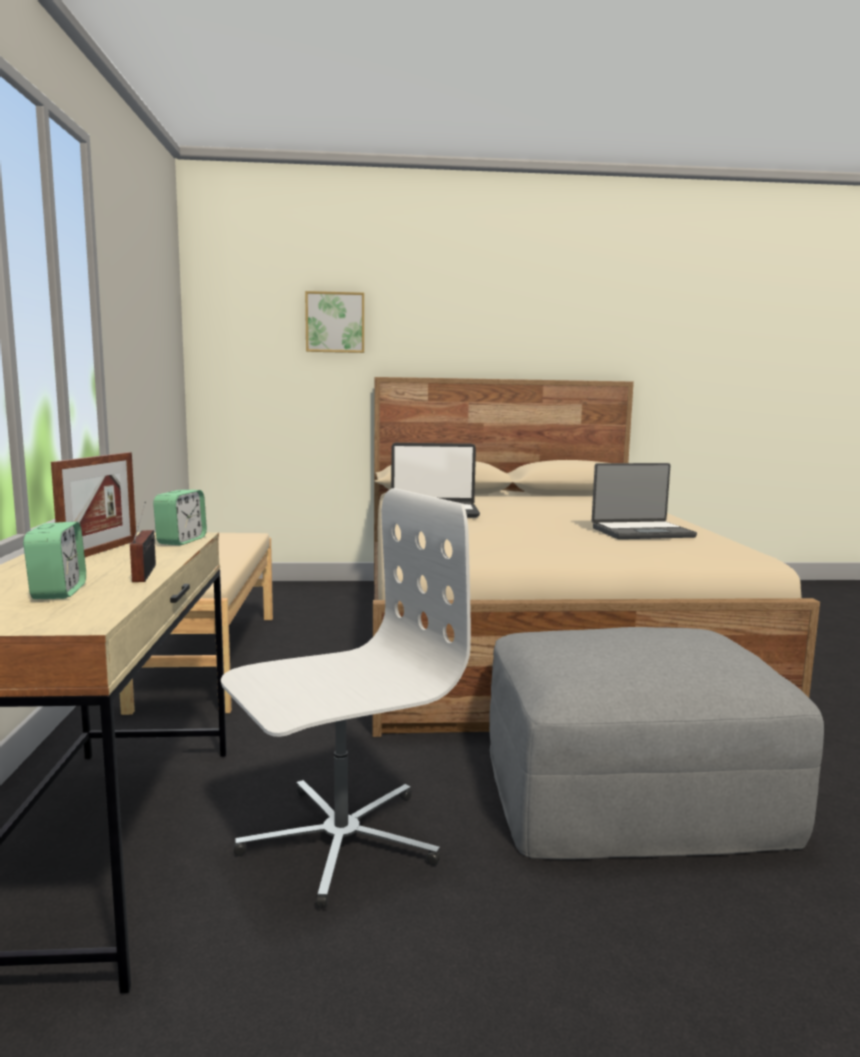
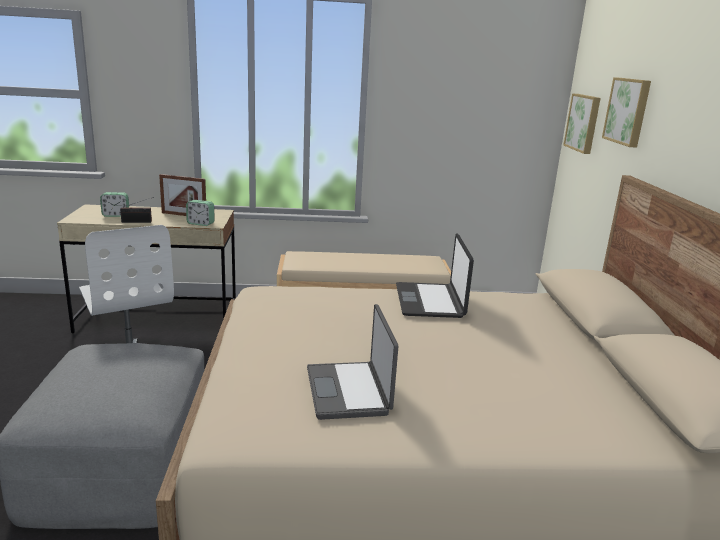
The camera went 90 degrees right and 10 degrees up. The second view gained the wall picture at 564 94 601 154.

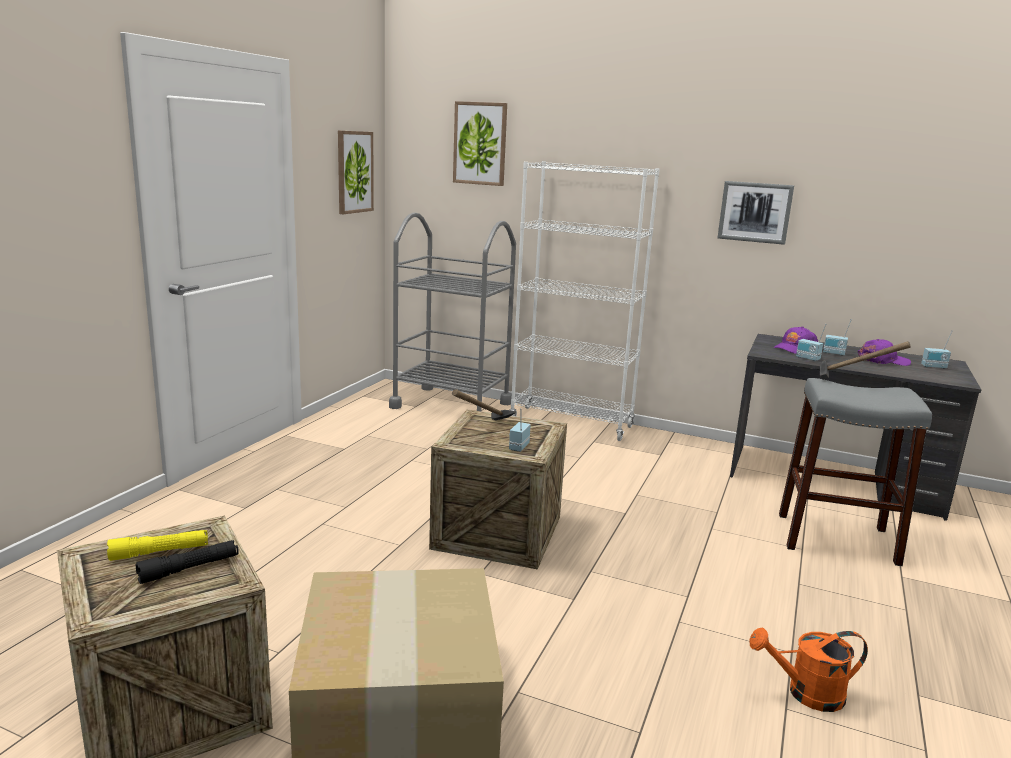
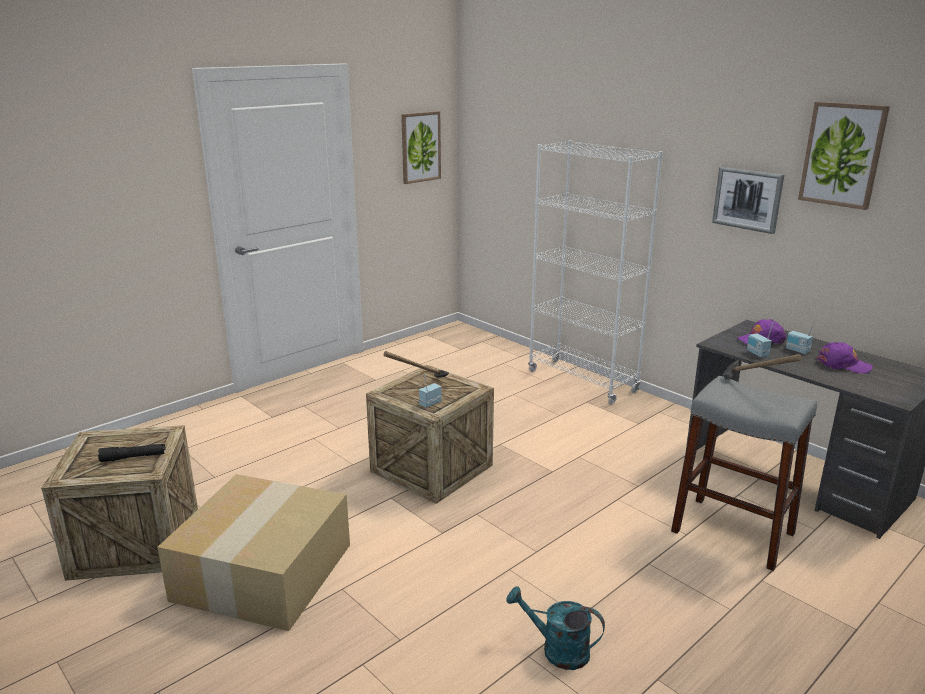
The camera went 25 degrees right and 5 degrees up. The second view lost the yellow-coloured torch at 107 530 208 561. The second view lost the gray wheeled cart at 389 212 516 411. The second view lost the radio set at 921 330 952 369. The wall picture ended up elsewhere, having gone from 453 101 507 186 to 798 102 890 210. What was the orange-coloured watering can at 750 628 868 712 turned into the blue-green watering can at 506 586 605 670.

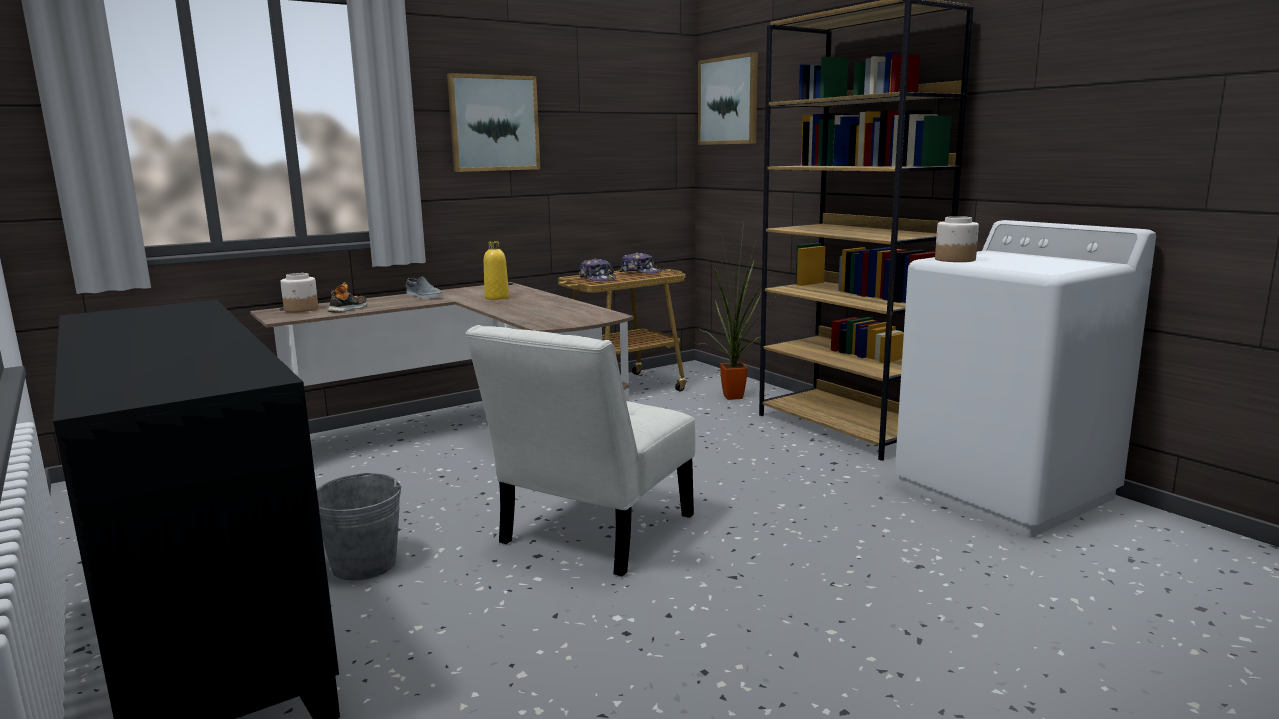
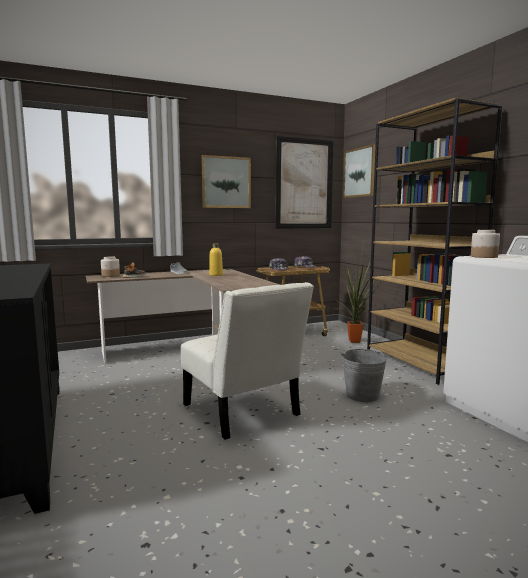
The camera went 10 degrees right and 5 degrees down. The second view gained the wall picture at 276 136 334 229. The gray water bucket ended up elsewhere, having gone from 317 473 401 580 to 341 349 387 402. The white upright chair at 465 325 696 577 ended up facing another way, 75 degrees counterclockwise from before.

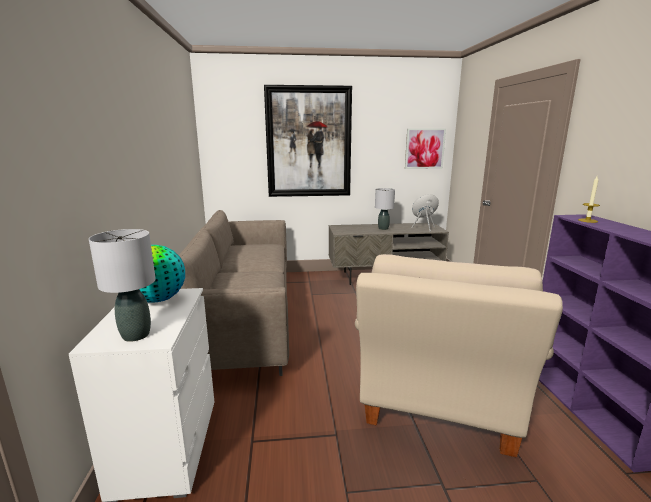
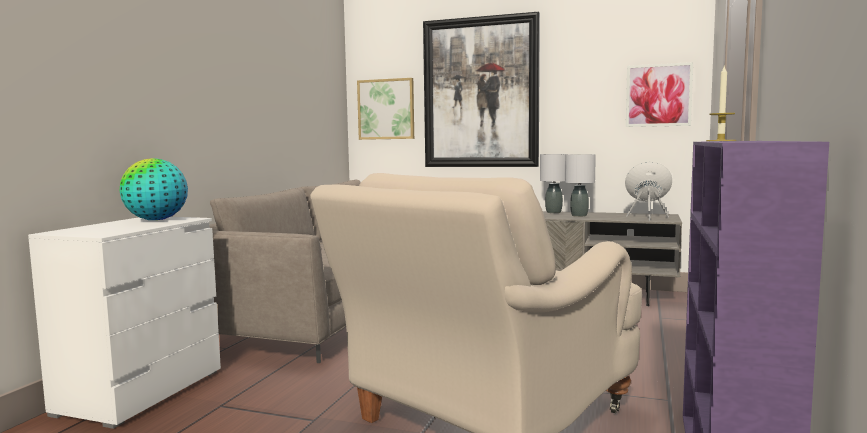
The camera went 25 degrees right and 10 degrees down. The second view gained the wall picture at 357 78 414 140. The gray lamp for a table ended up elsewhere, having gone from 89 229 156 342 to 540 154 567 213.

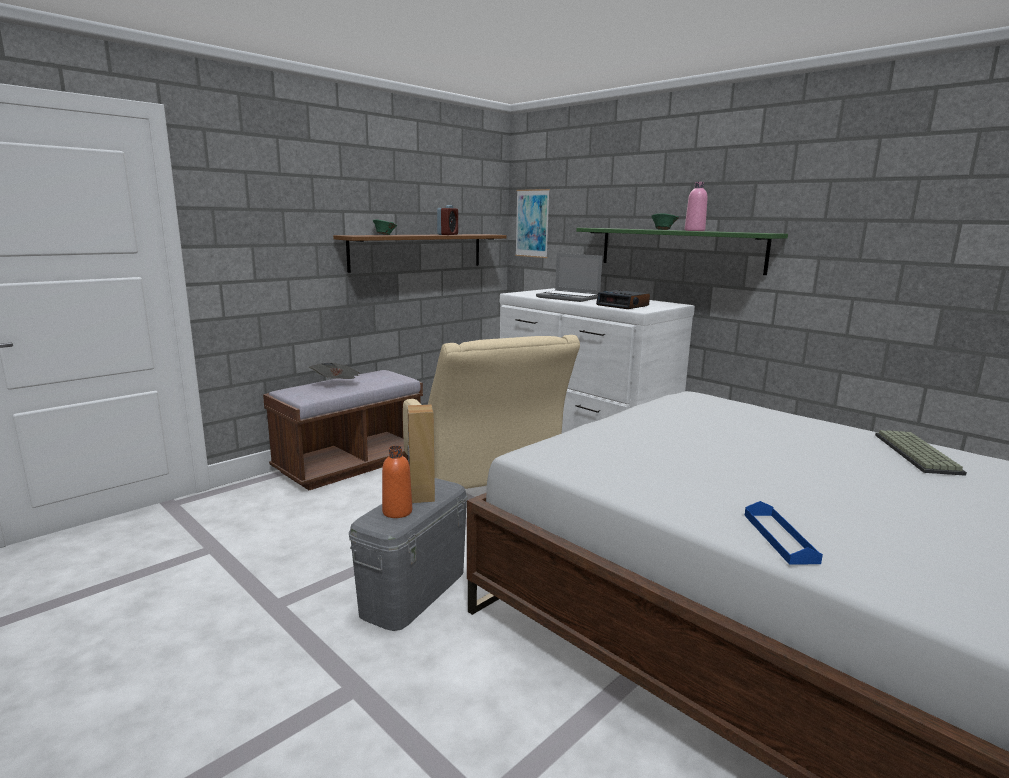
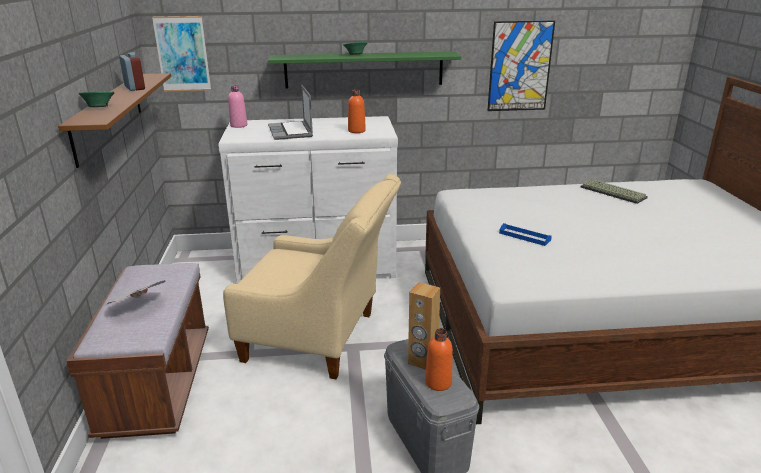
The camera went 50 degrees left and 10 degrees up. The second view gained the wall picture at 487 21 555 111. The pink beverage bottle ended up elsewhere, having gone from 685 182 707 231 to 228 85 247 128. The bluish carrying tray ended up elsewhere, having gone from 744 501 823 565 to 499 223 552 246. Where the bedside clock stood at 596 290 650 309, the orange-coloured beverage bottle came to stand at 348 89 366 133. The portable computer at 536 253 603 302 ended up facing another way, 90 degrees clockwise from before.

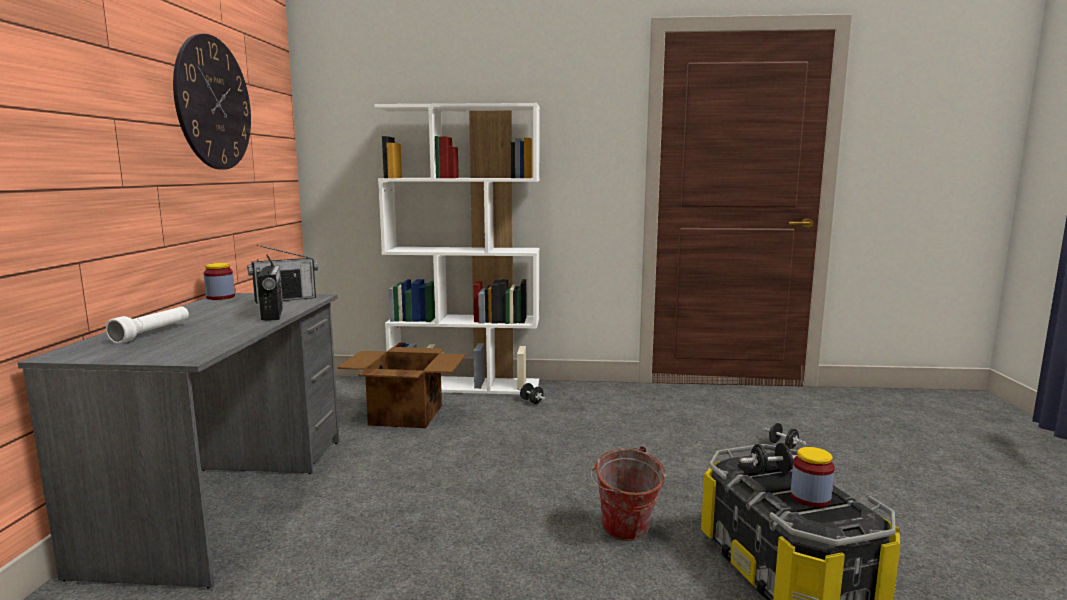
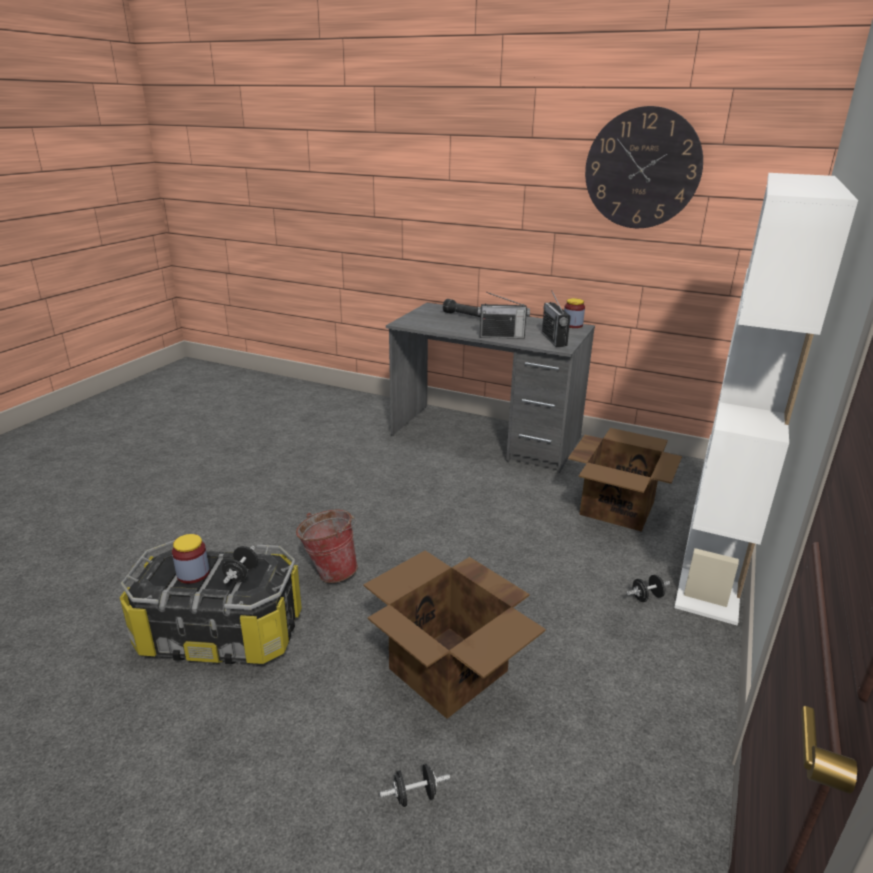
The camera went 110 degrees right and 15 degrees up. The second view gained the carton at 363 550 546 719. What was the white torch at 106 307 189 344 turned into the black-coloured torch at 443 299 481 317.

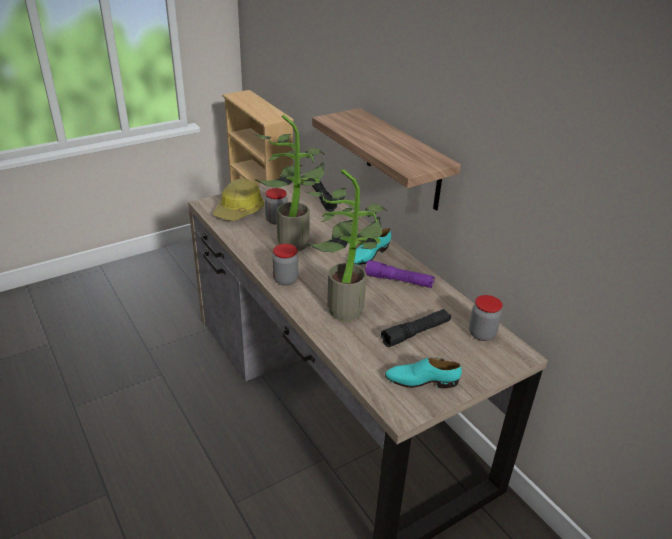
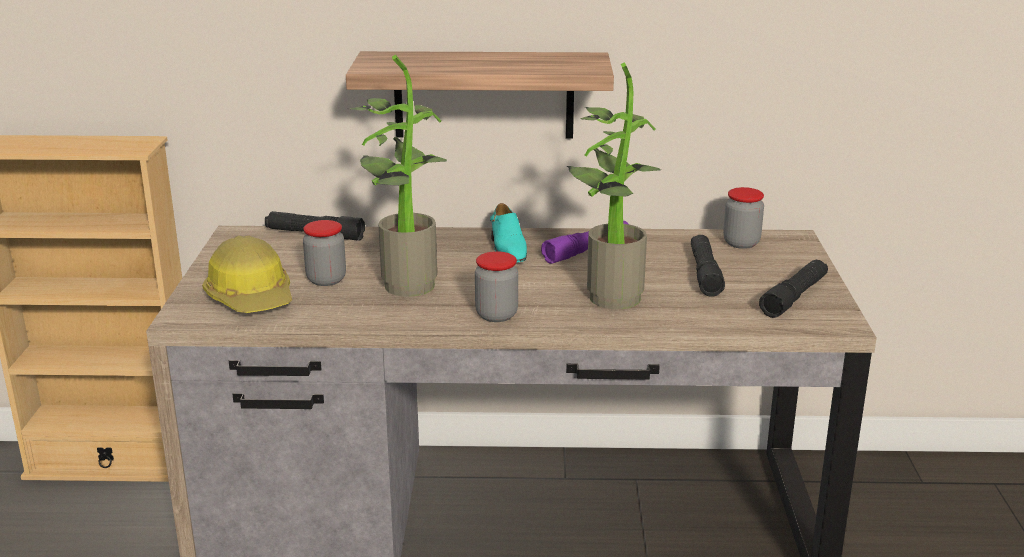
The camera went 55 degrees left and 10 degrees down. Where the blue-green low shoe stood at 385 357 462 388, the black-coloured torch came to stand at 759 260 828 318.

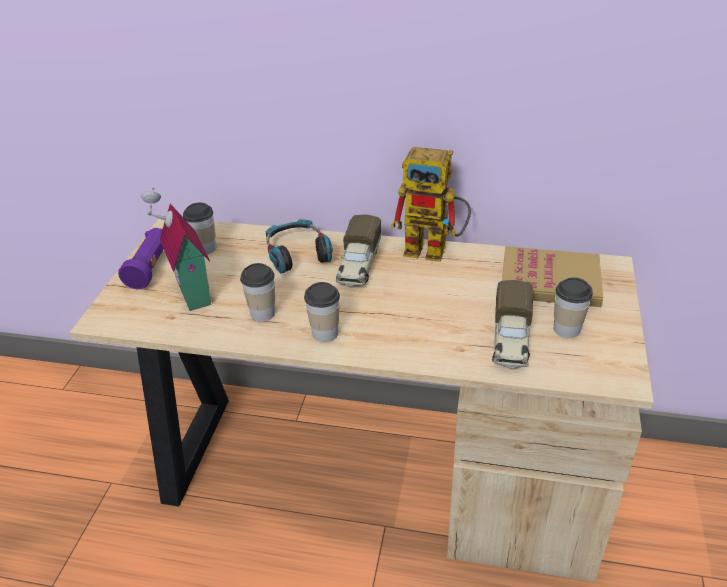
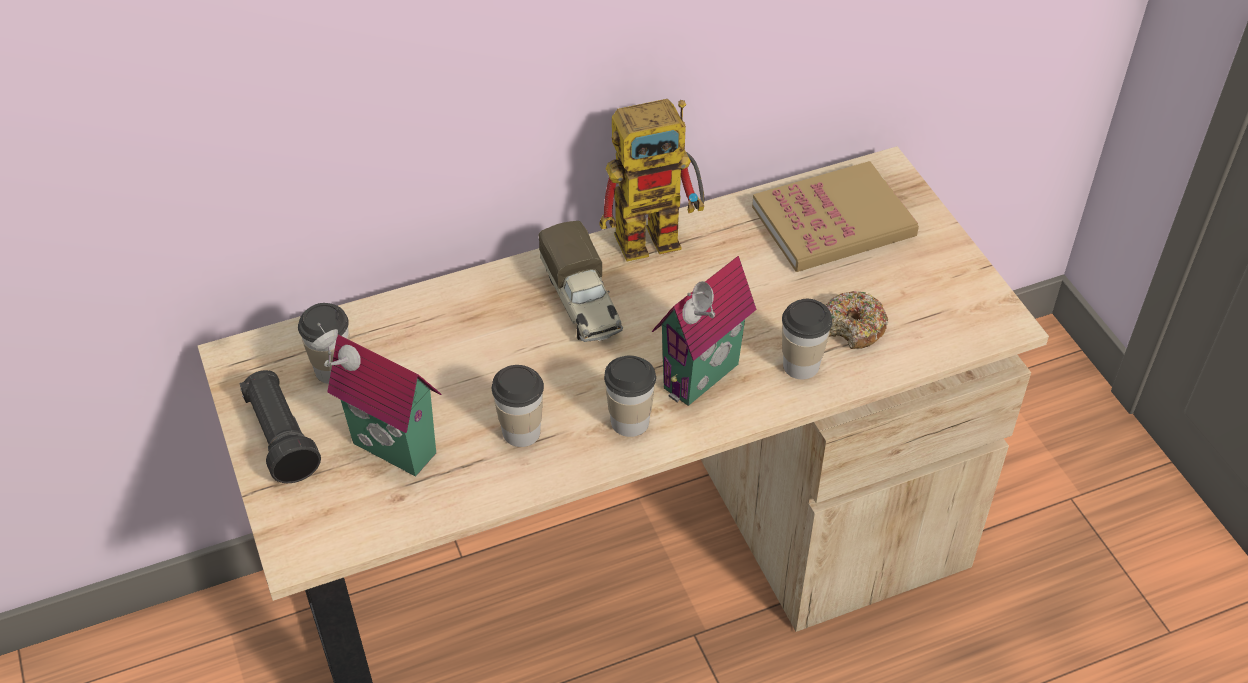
The camera went 35 degrees left and 10 degrees up. The second view lost the pair of headphones at 265 219 333 274. The second view gained the toy house at 652 256 757 406. The cup ended up elsewhere, having gone from 554 277 593 338 to 782 299 832 379. Where the model truck stood at 492 280 534 368, the doughnut came to stand at 826 291 888 349. What was the purple torch at 118 228 164 289 turned into the black-coloured torch at 240 370 321 483.

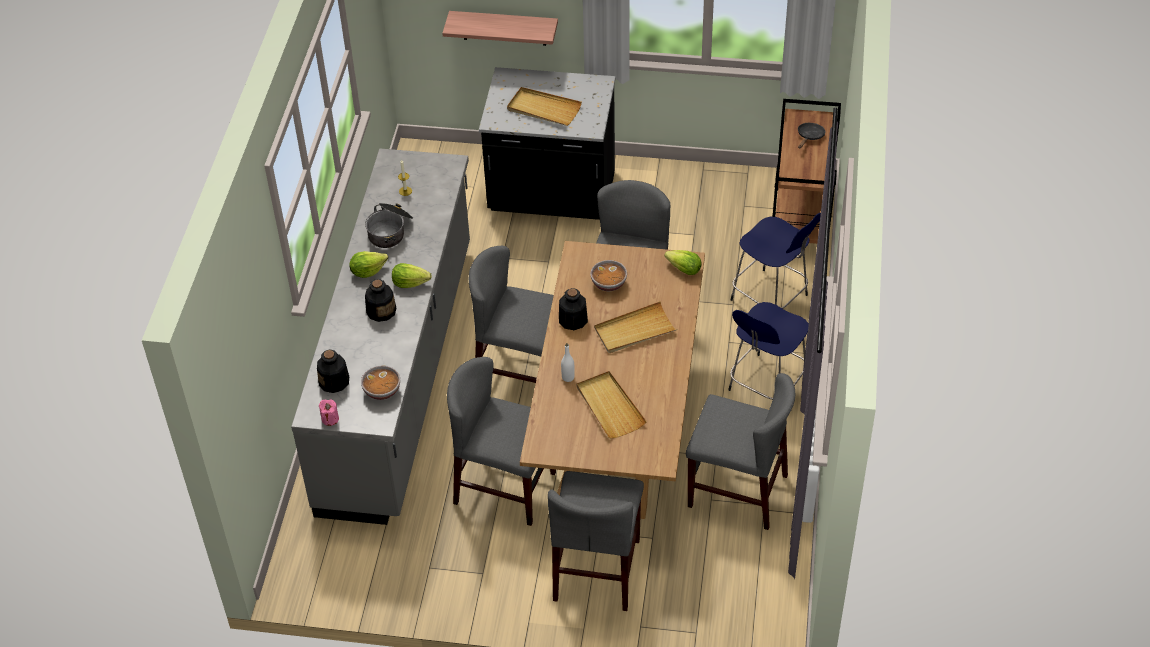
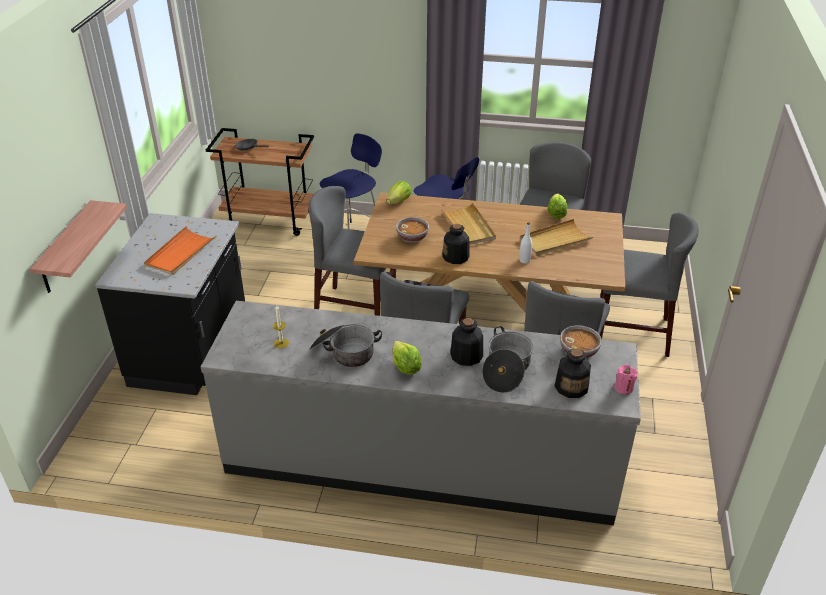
The camera went 90 degrees left and 10 degrees down. The second view gained the cooking pot at 482 326 533 393. The lettuce ended up elsewhere, having gone from 392 263 432 288 to 548 194 567 219. What was the sand-coloured carrying tray at 507 87 582 126 turned into the orange-coloured carrying tray at 144 226 217 275.

